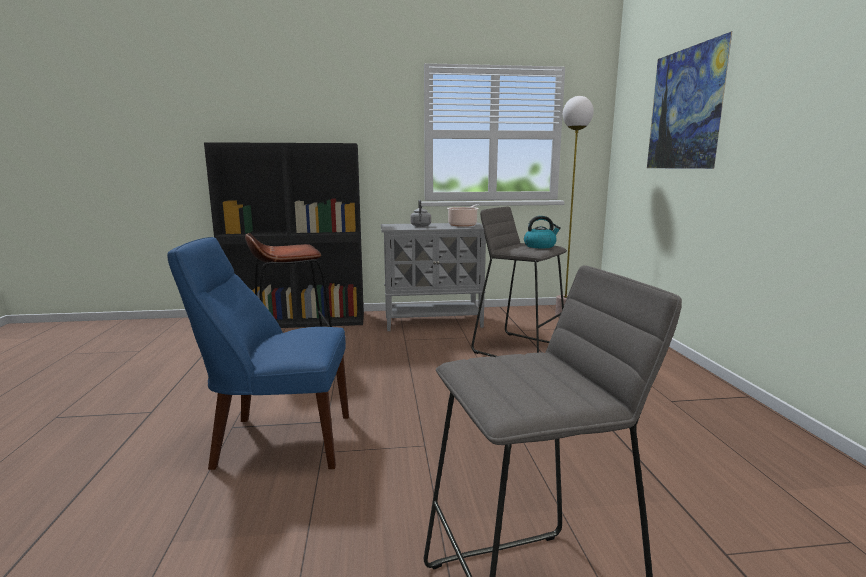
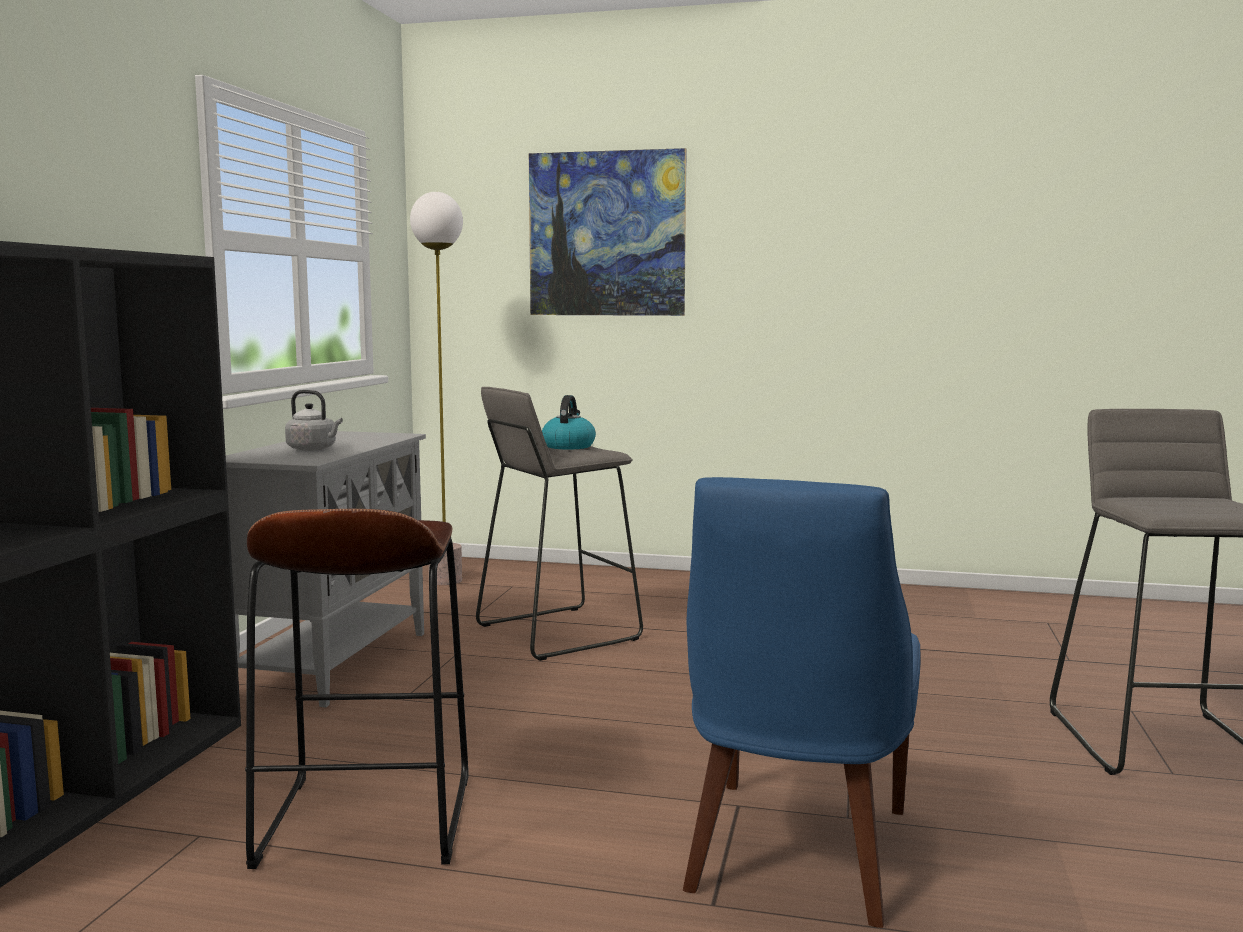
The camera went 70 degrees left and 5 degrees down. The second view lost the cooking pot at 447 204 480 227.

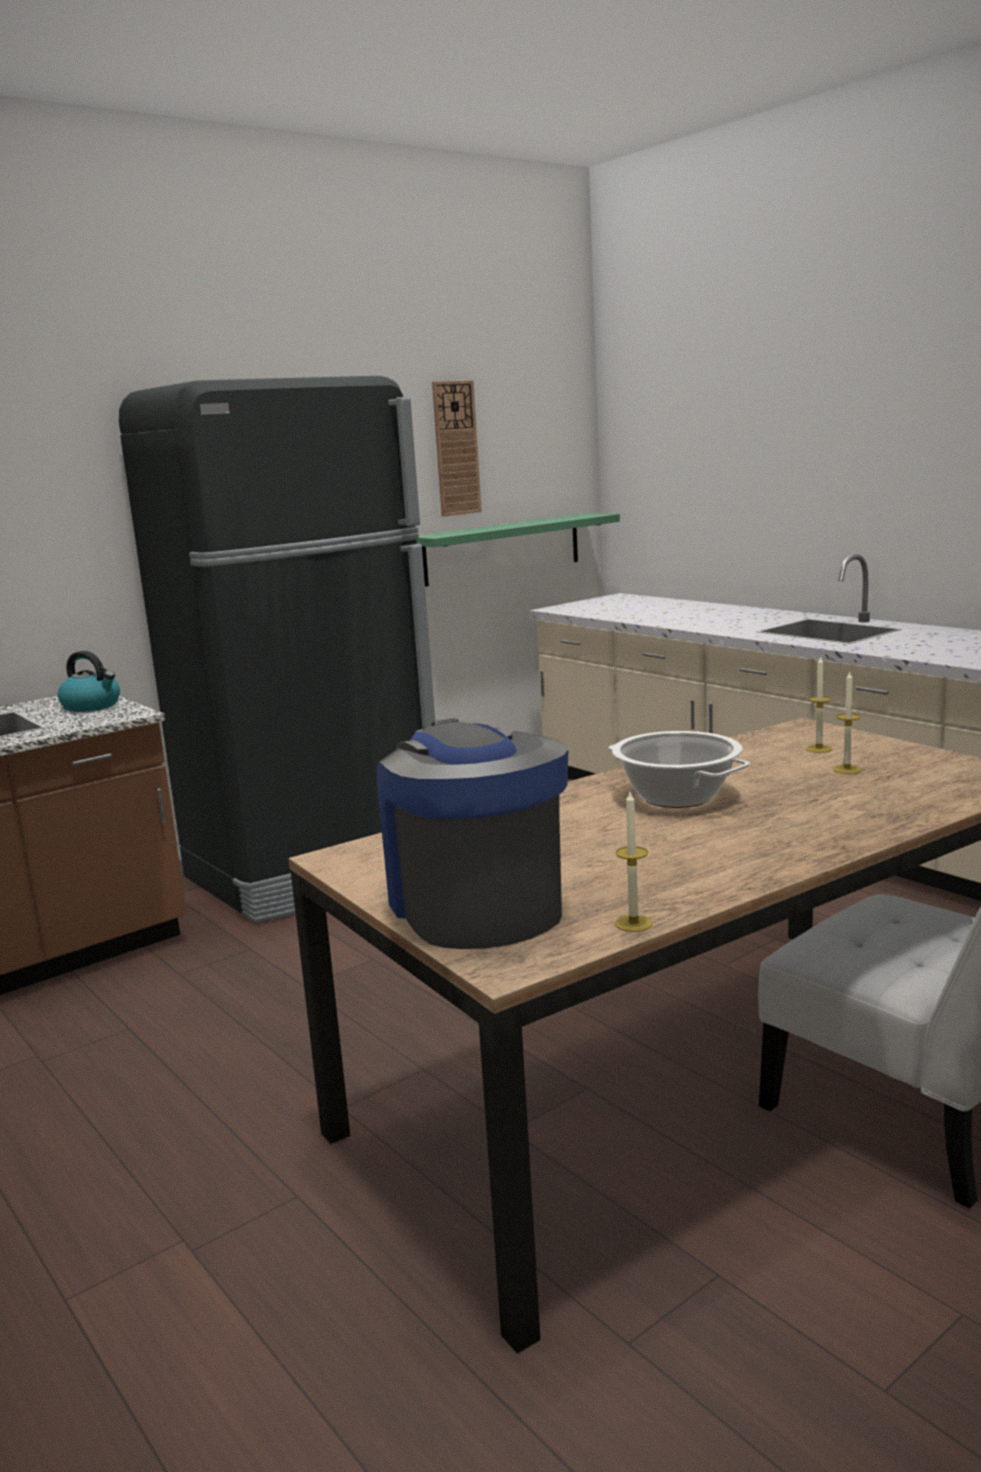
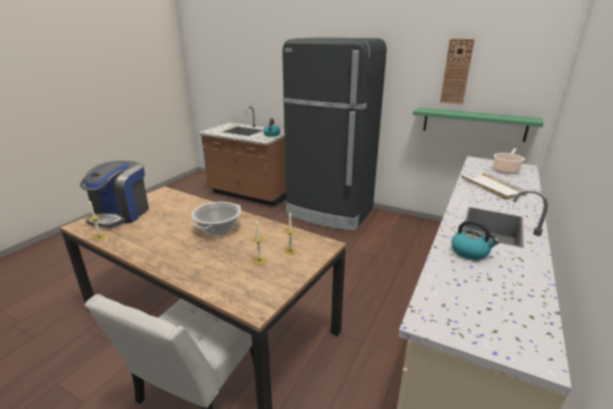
The camera went 65 degrees right and 10 degrees up. The second view gained the water kettle at 451 220 500 260. The second view gained the white carrying tray at 461 171 528 200. The second view gained the cooking pot at 493 148 525 174. The coffee maker at 377 718 569 949 ended up facing another way, 150 degrees clockwise from before.

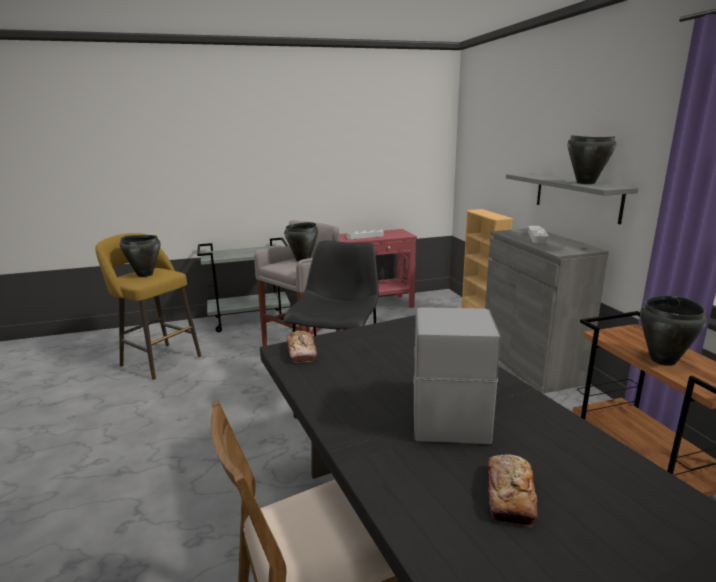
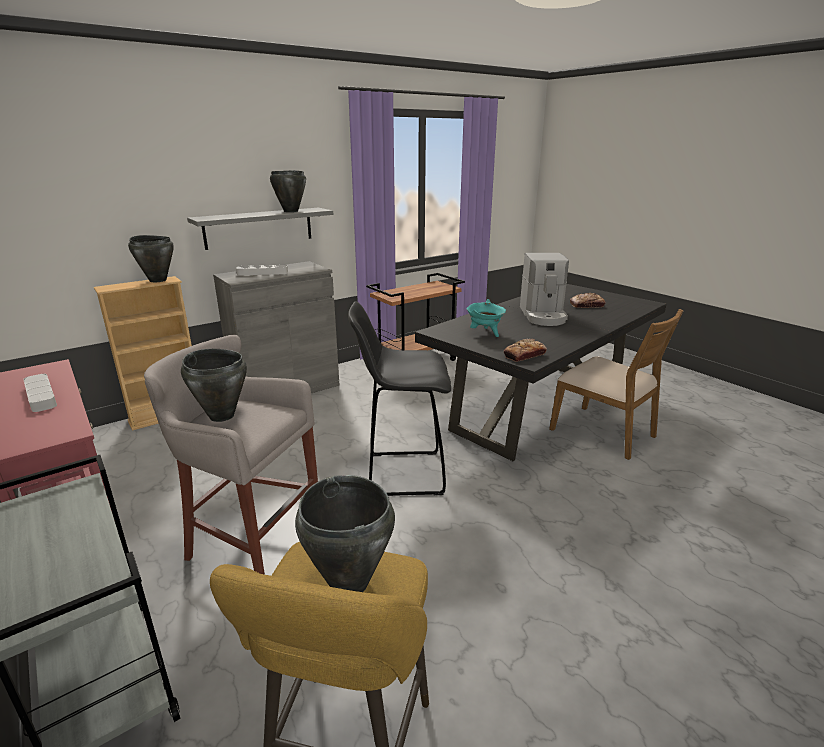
The camera went 110 degrees left and 5 degrees up. The second view gained the blue-green cooking pot at 466 299 506 337. The black-coloured cooking pot ended up elsewhere, having gone from 640 295 707 366 to 128 235 174 282. The coffee maker at 414 307 500 444 ended up facing another way, 75 degrees counterclockwise from before.

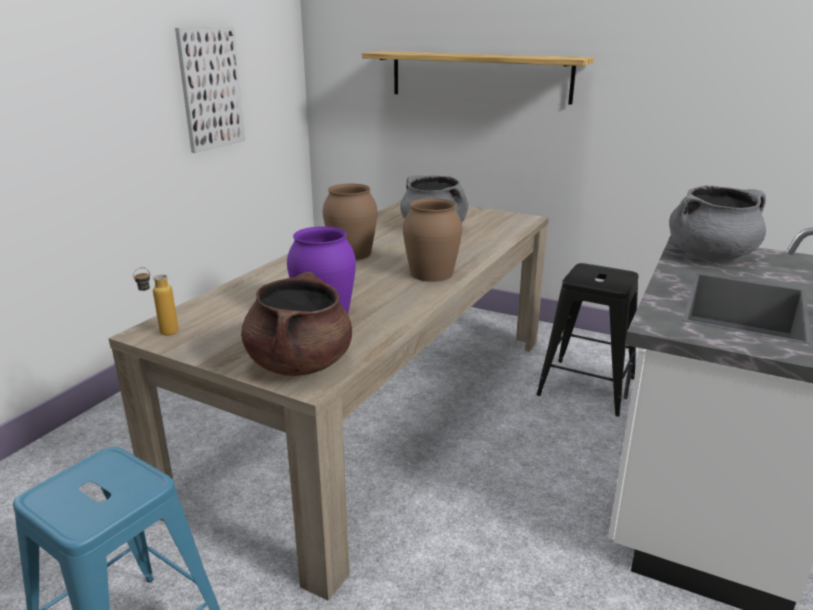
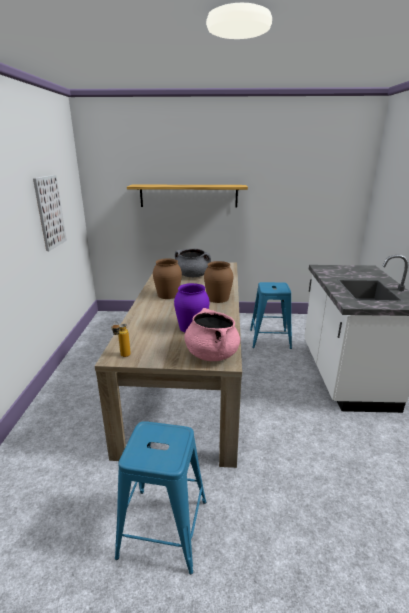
The camera went 25 degrees left and 0 degrees up. The second view lost the gray cooking pot at 669 185 766 260. What was the brown cooking pot at 241 272 352 376 turned into the pink cooking pot at 184 308 240 361. What was the black-coloured stool seat at 536 263 639 416 turned into the bluish stool seat at 250 282 292 349.

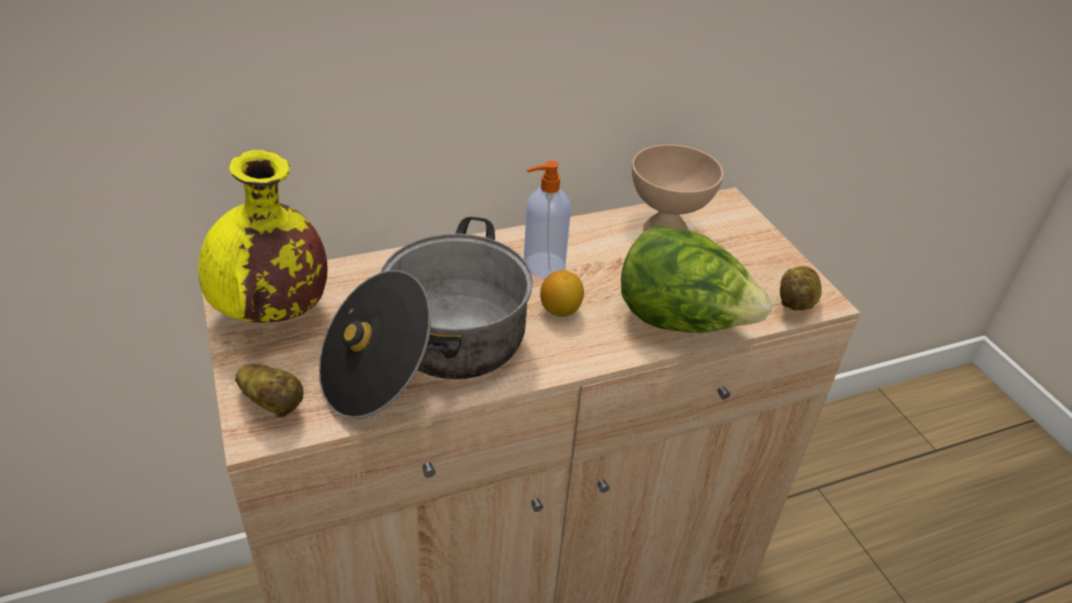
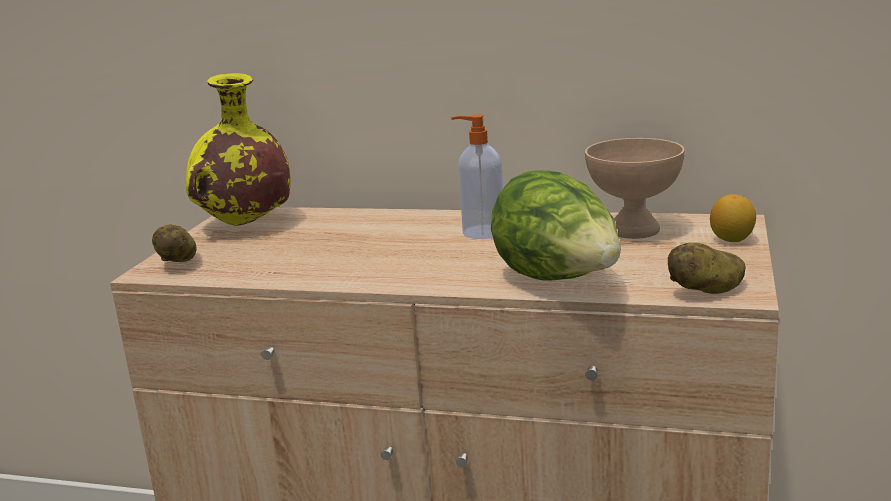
The camera went 40 degrees right and 20 degrees down. The second view lost the cooking pot at 319 217 533 419. The whole lemon ended up elsewhere, having gone from 540 270 584 317 to 710 194 756 242.

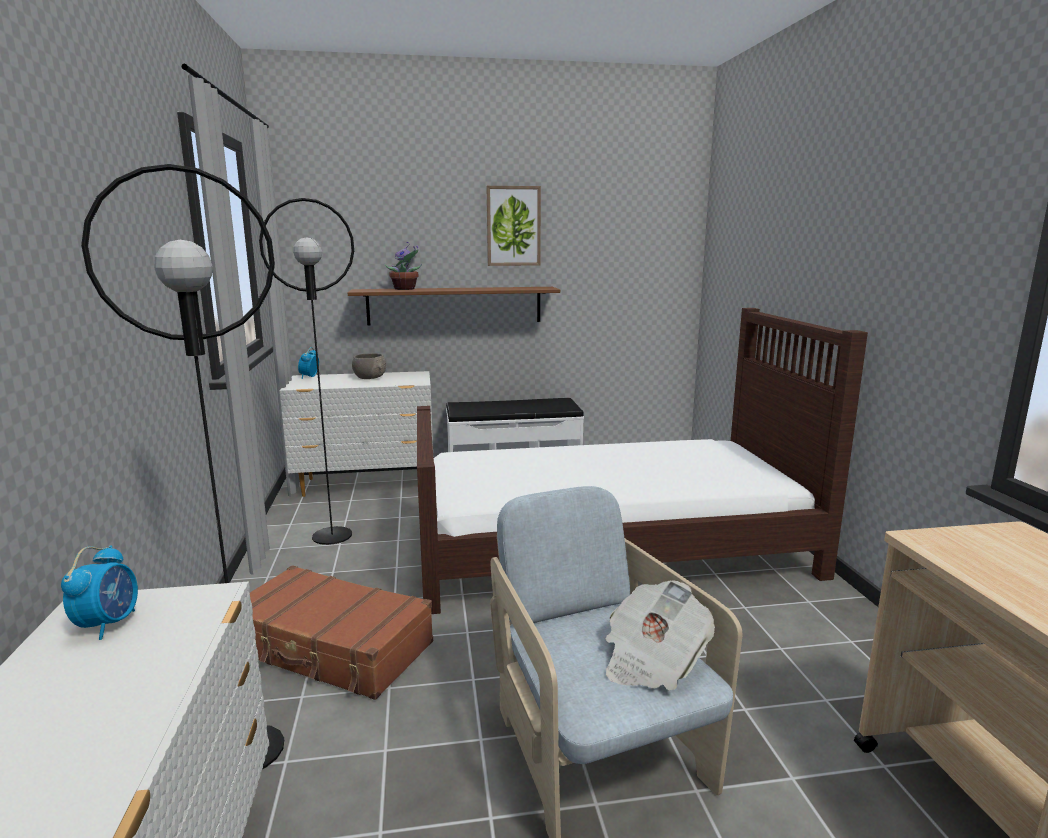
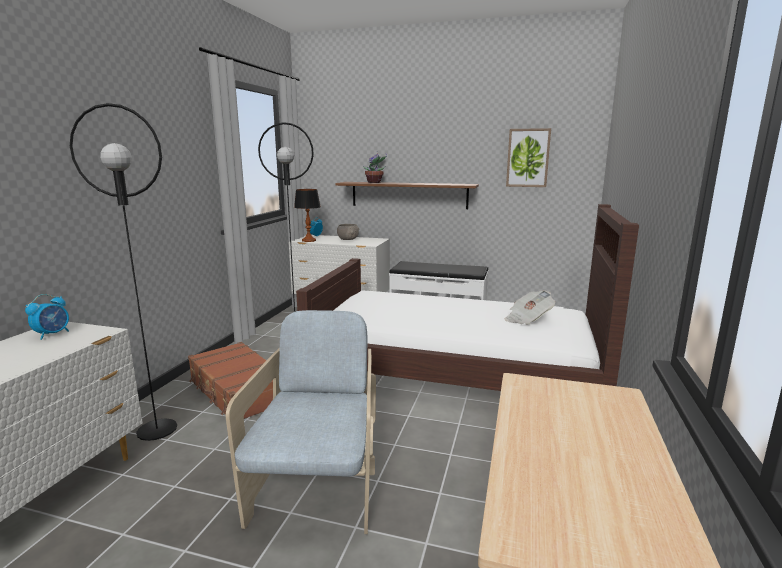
The camera went 25 degrees right and 0 degrees up. The second view gained the lamp for a table at 294 189 321 242. The wall picture ended up elsewhere, having gone from 486 186 541 266 to 506 128 551 187. The newspaper ended up elsewhere, having gone from 605 580 715 690 to 505 291 555 325.

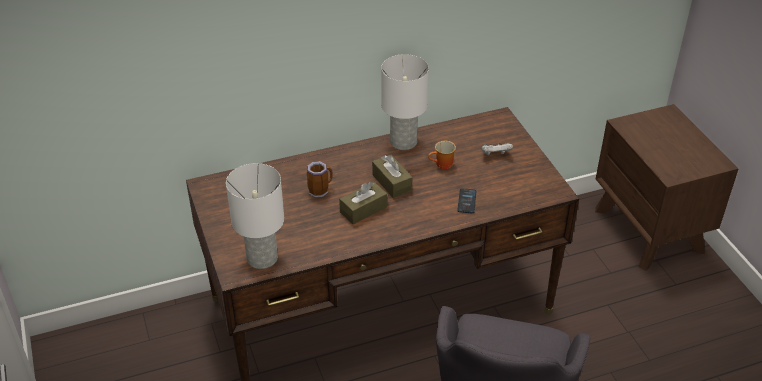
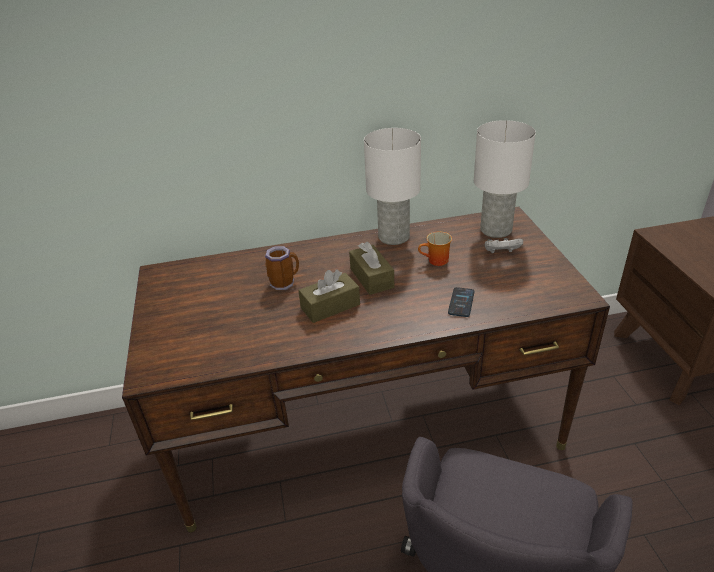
The camera went 10 degrees right and 5 degrees down. The white lamp for a table ended up elsewhere, having gone from 226 163 284 269 to 474 120 536 238.

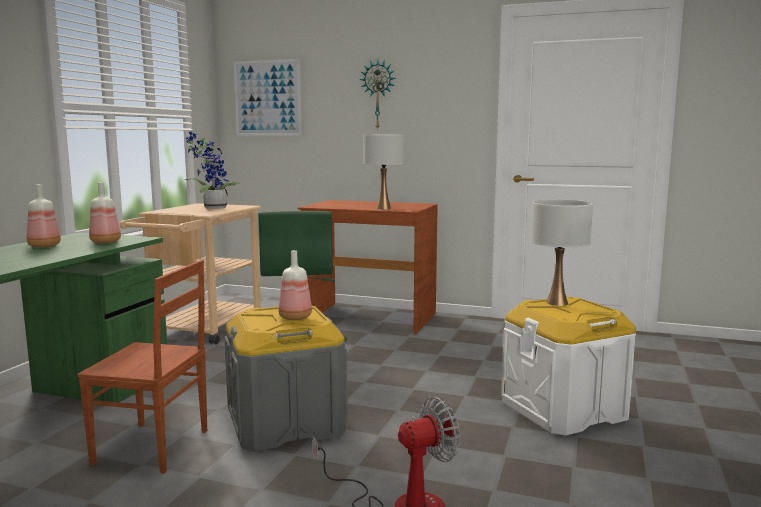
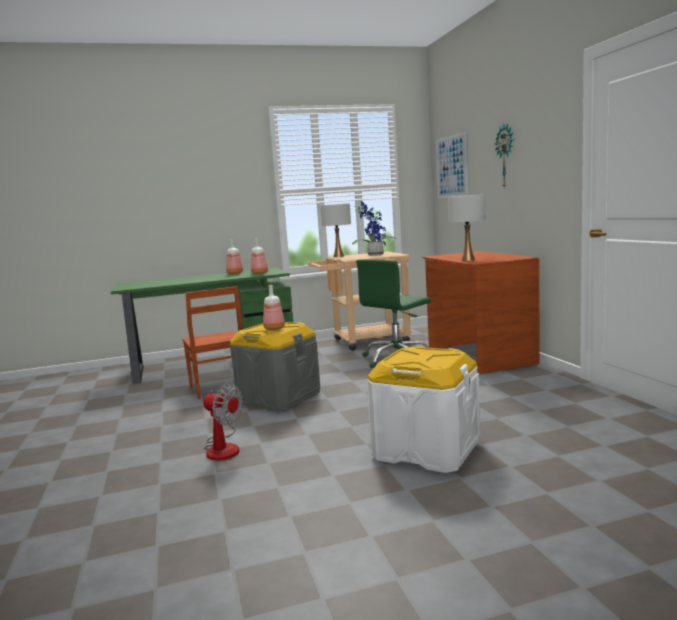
The camera went 55 degrees right and 0 degrees up. The white lamp for a table ended up elsewhere, having gone from 531 200 593 306 to 321 203 351 257.

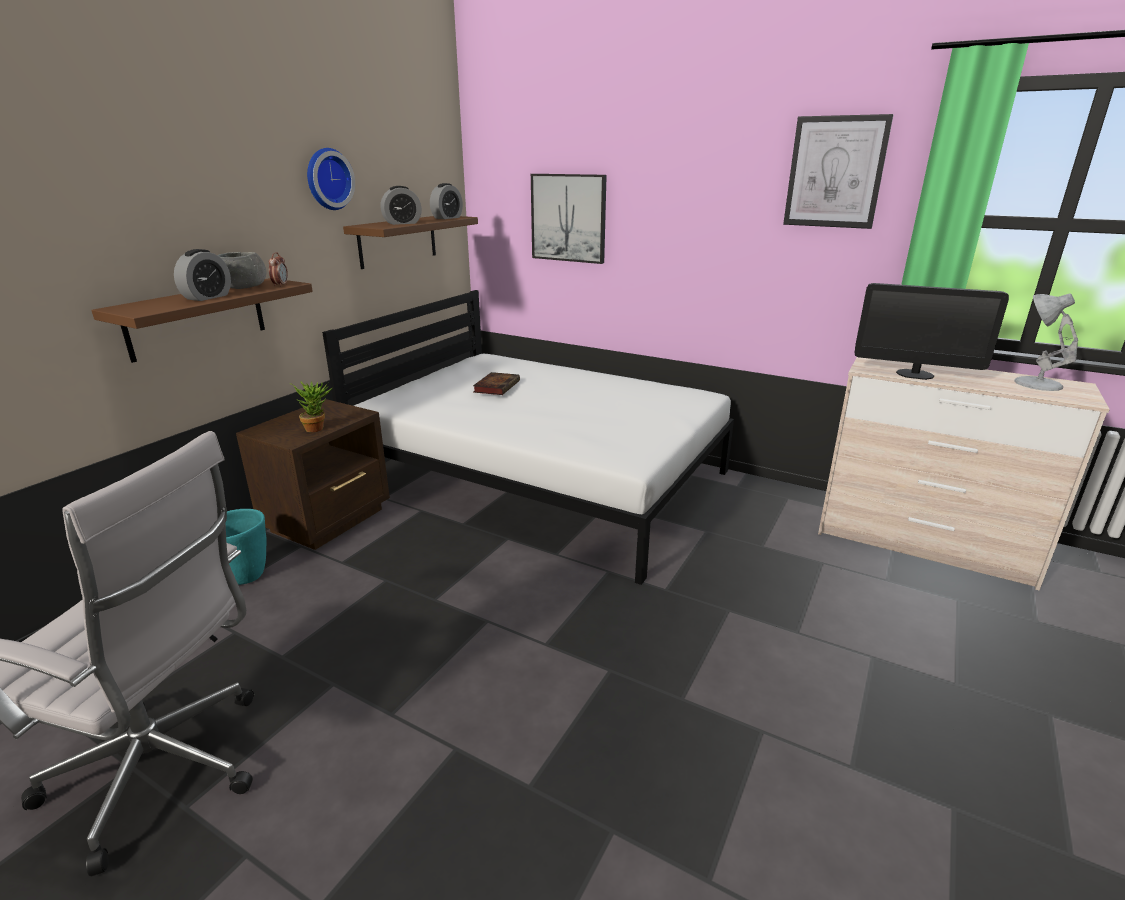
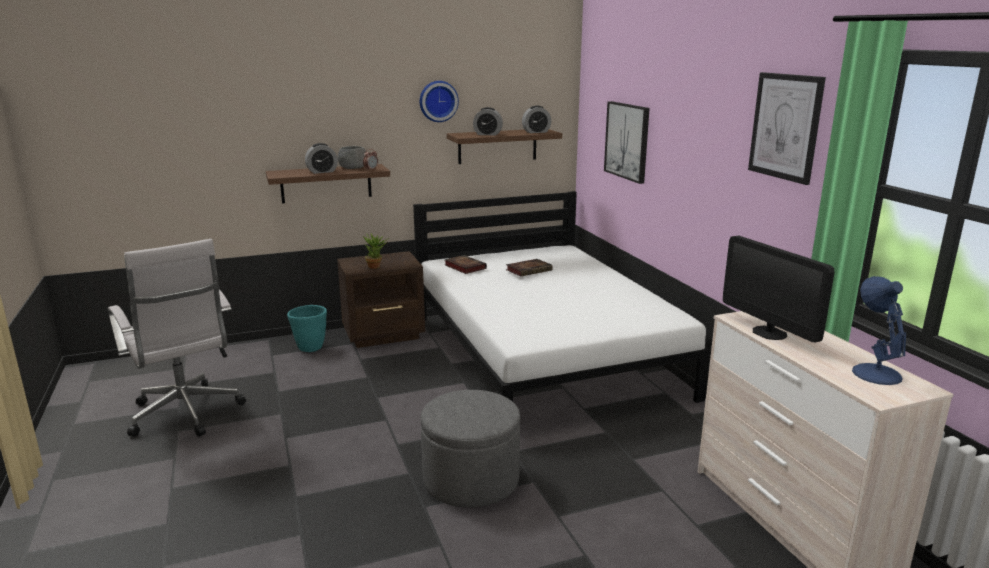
The camera went 40 degrees right and 5 degrees down. The second view gained the gray pouffe at 420 390 520 508. The second view gained the bound book at 444 255 487 274. What was the white lamp for a table at 1014 293 1078 391 turned into the bluish lamp for a table at 852 276 906 385.

